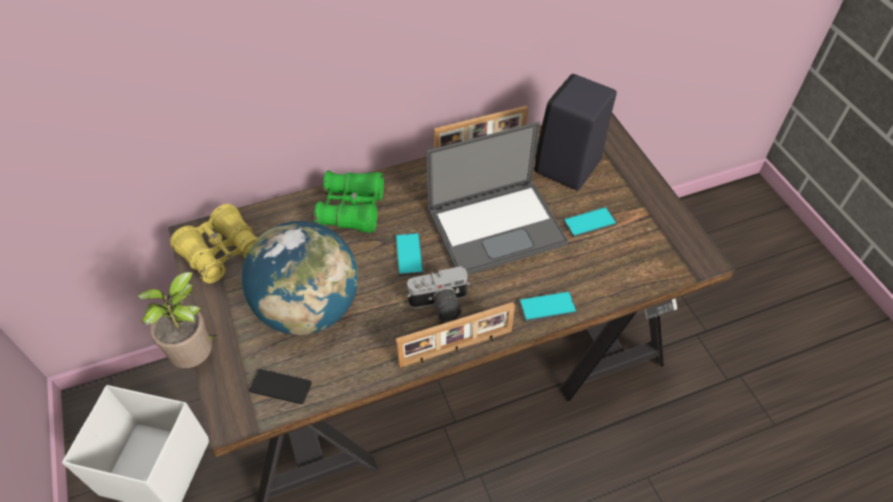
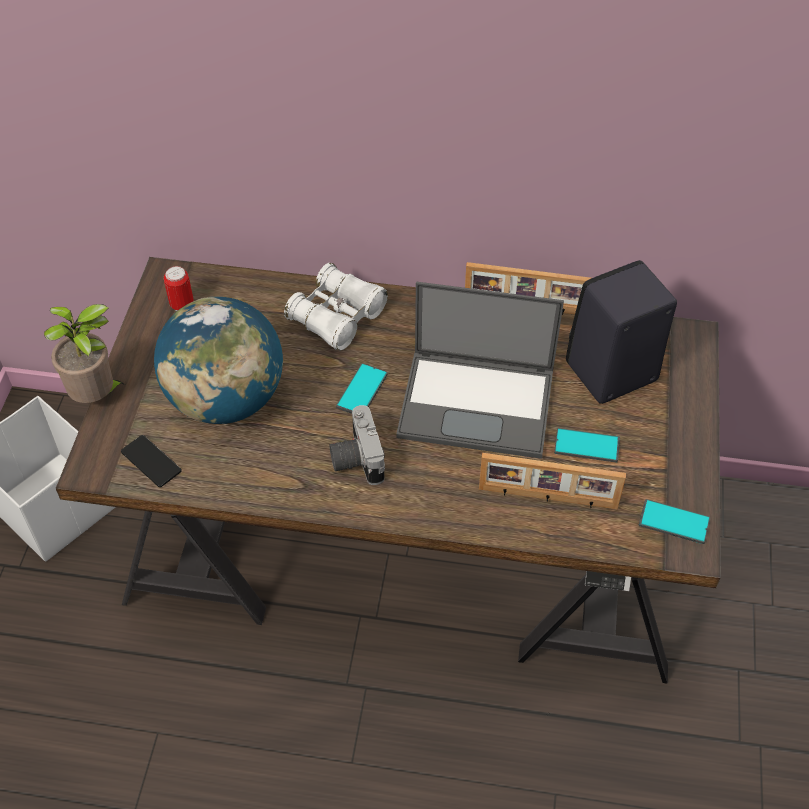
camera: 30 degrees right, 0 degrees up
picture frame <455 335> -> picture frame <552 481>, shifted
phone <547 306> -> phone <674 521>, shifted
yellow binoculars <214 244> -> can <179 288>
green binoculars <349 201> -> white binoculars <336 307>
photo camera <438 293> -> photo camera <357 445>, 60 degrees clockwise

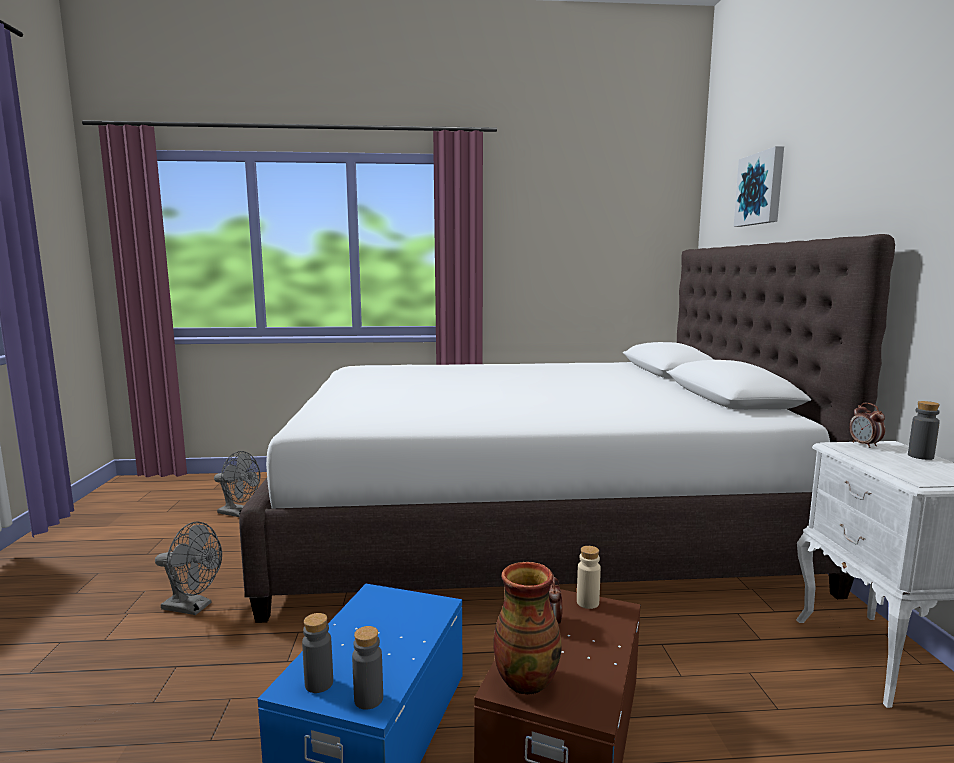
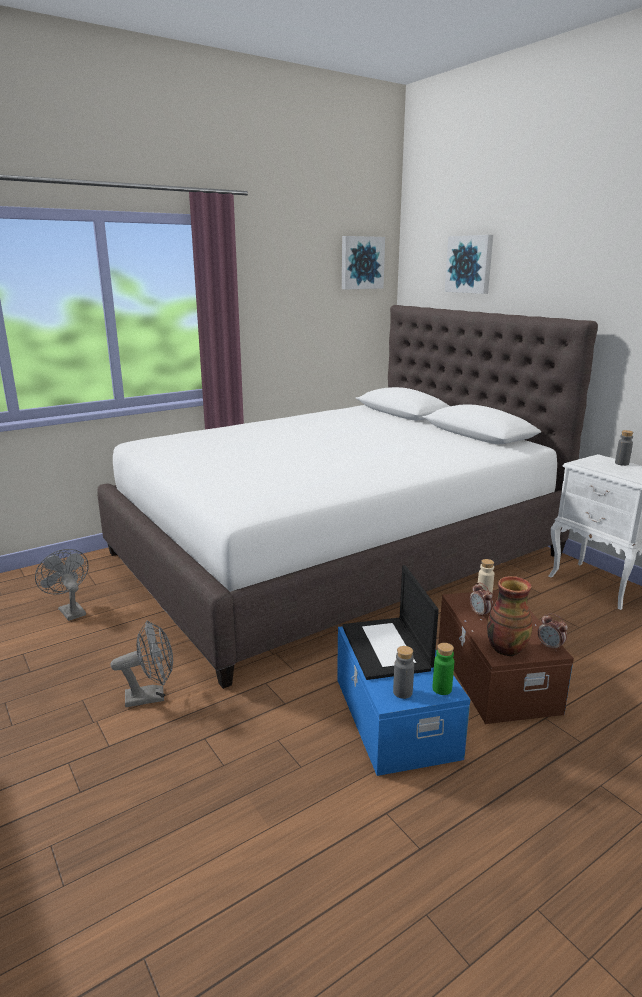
camera: 30 degrees left, 10 degrees up
none -> picture <363 262>
none -> laptop <390 622>
alarm clock <867 425> -> alarm clock <553 632>, shifted
grey bottle <367 668> -> green bottle <443 669>
grey fan <237 484> -> grey fan <62 585>, 120 degrees counterclockwise

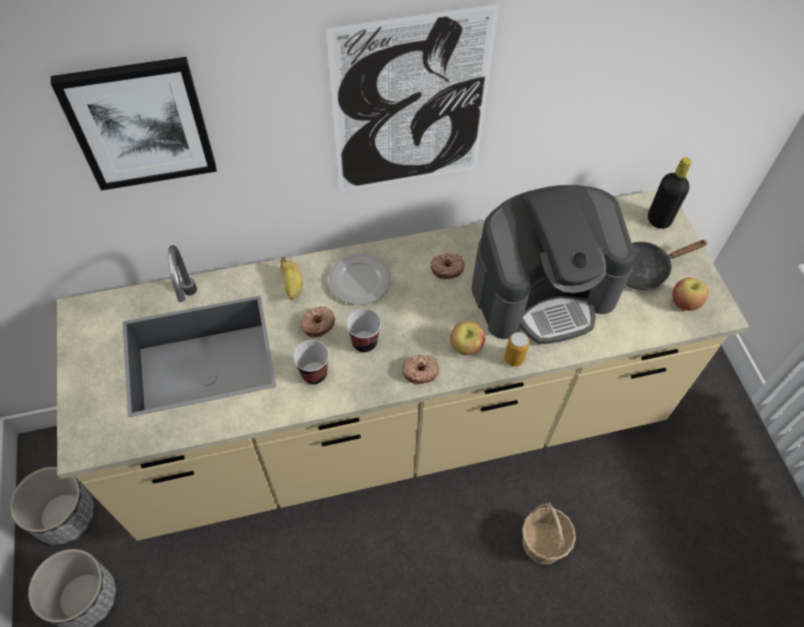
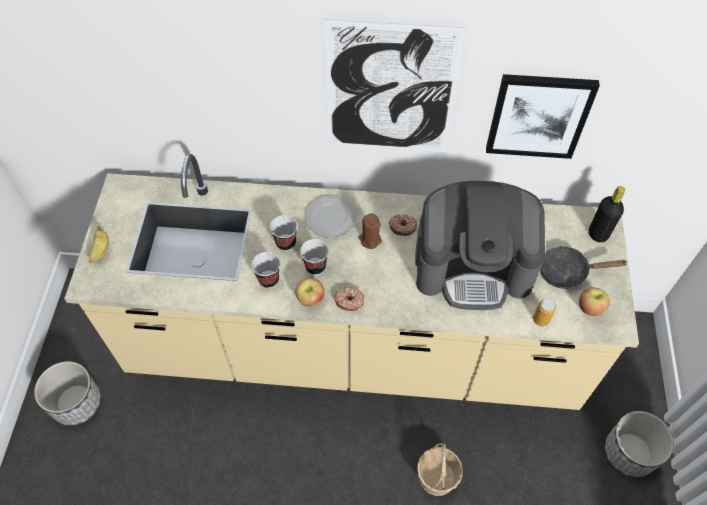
camera: 20 degrees right, 0 degrees up
none -> brown candle <370 231>
planter <52 506> -> planter <639 444>, shifted
picture <134 124> -> picture <543 116>, shifted
banana <292 278> -> banana <98 244>, shifted
apple <467 338> -> apple <310 292>, shifted
can <516 349> -> can <544 312>, shifted
donut <317 321> -> cup <283 233>

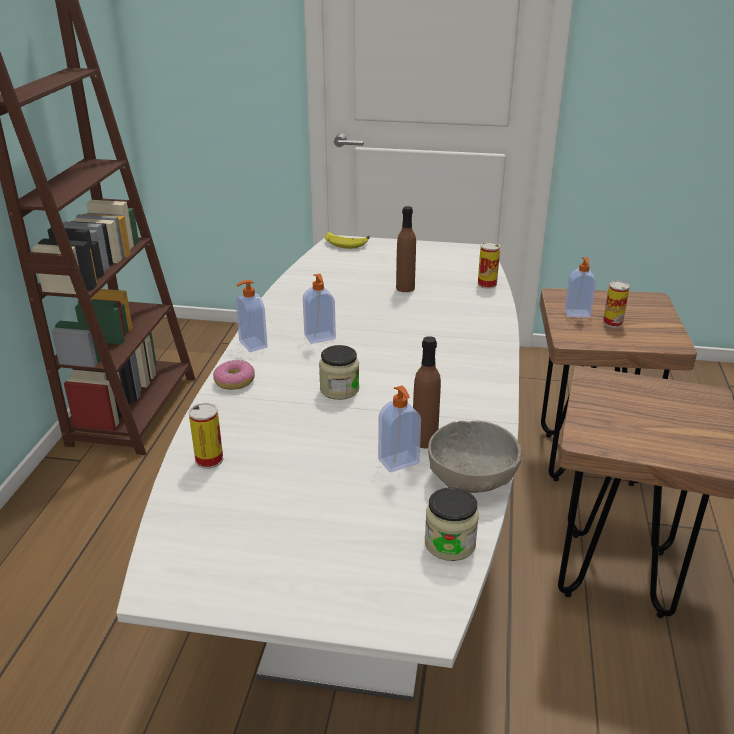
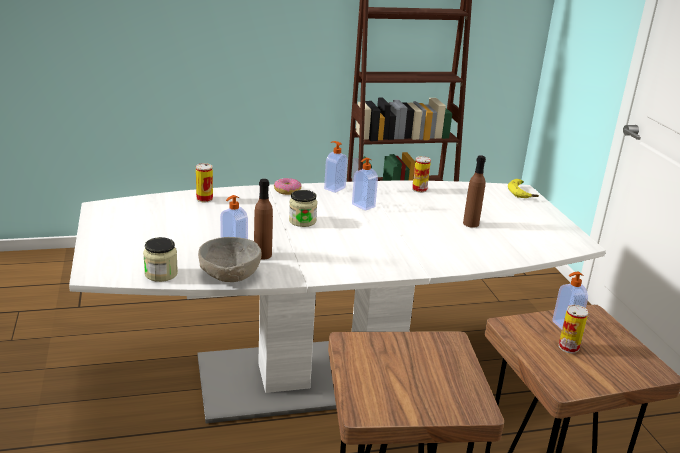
camera: 65 degrees right, 5 degrees down
can <489 265> -> can <421 174>, shifted

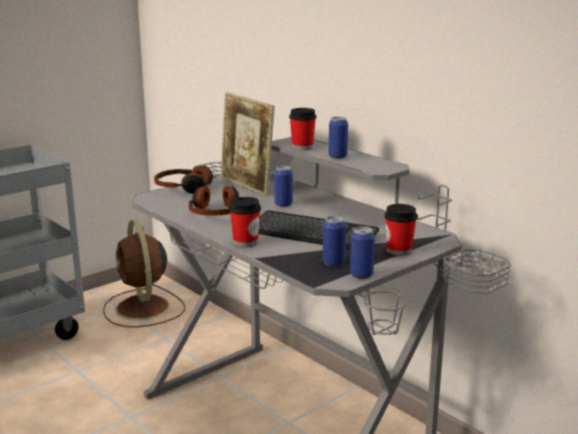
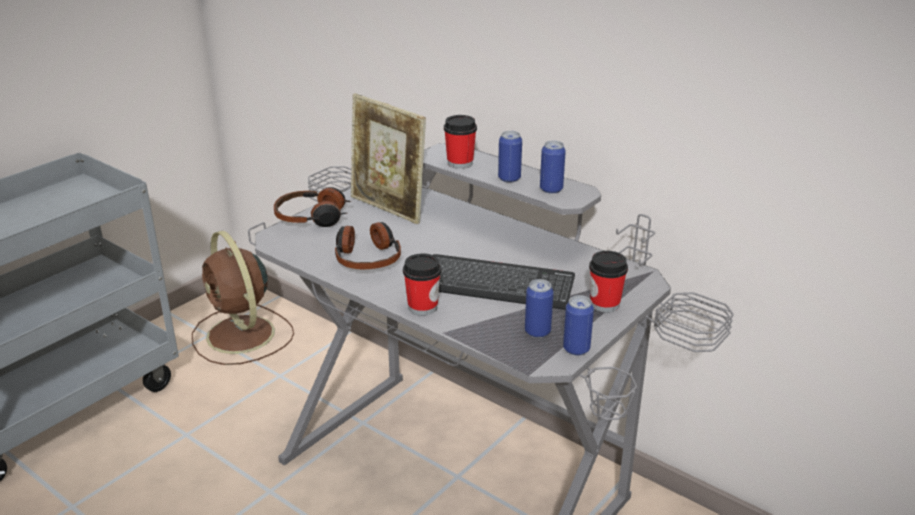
camera: 10 degrees left, 10 degrees up
can <283 186> -> can <553 167>, shifted

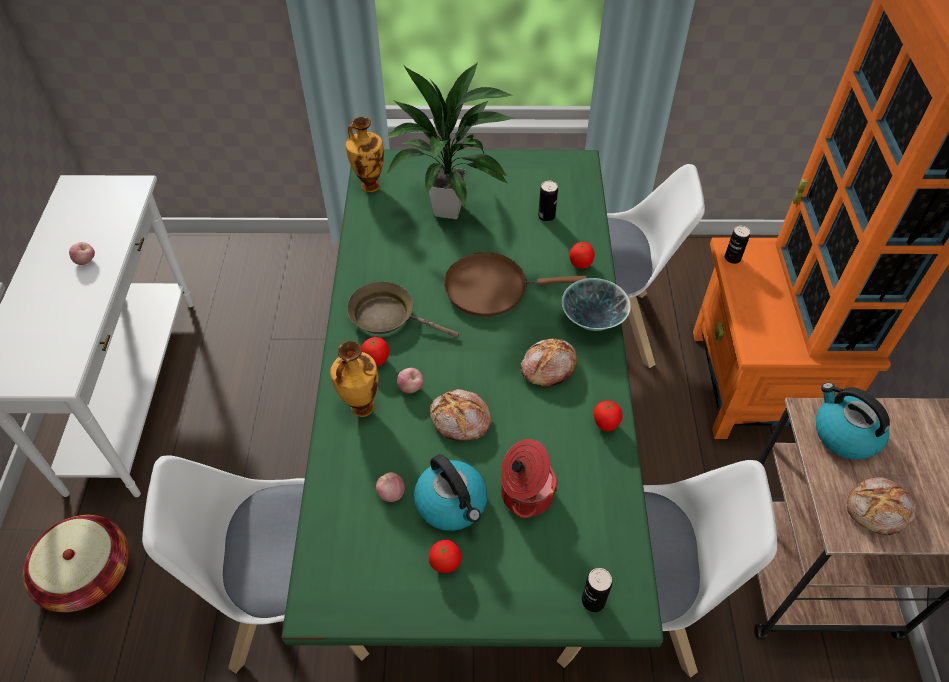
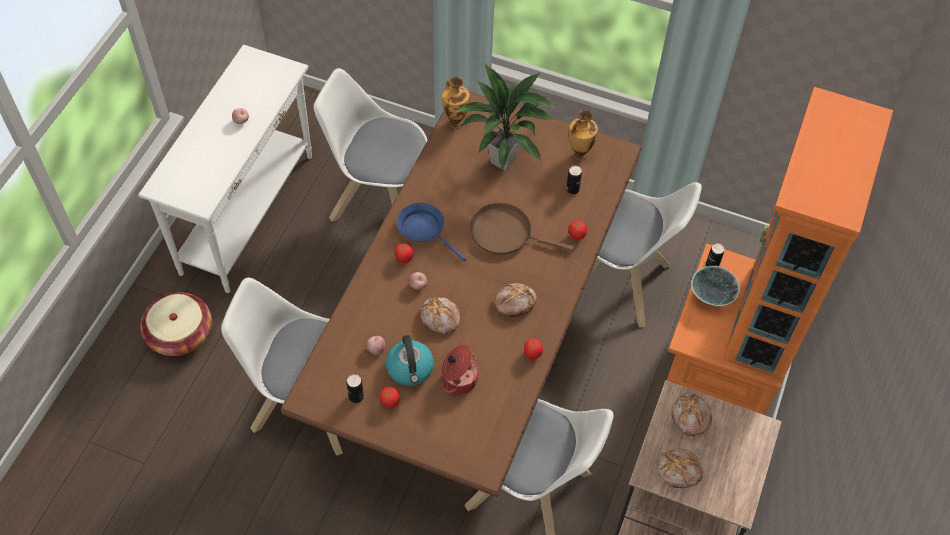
camera: 20 degrees right, 5 degrees up
none -> chair <371 145>
vase <354 379> -> vase <583 135>, shifted
bowl <596 304> -> bowl <715 286>, shifted
can <597 590> -> can <355 388>, shifted
kettle <853 421> -> bread <691 414>
green dining table <473 398> -> brown dining table <461 294>
brown frying pan <403 309> -> blue frying pan <431 232>

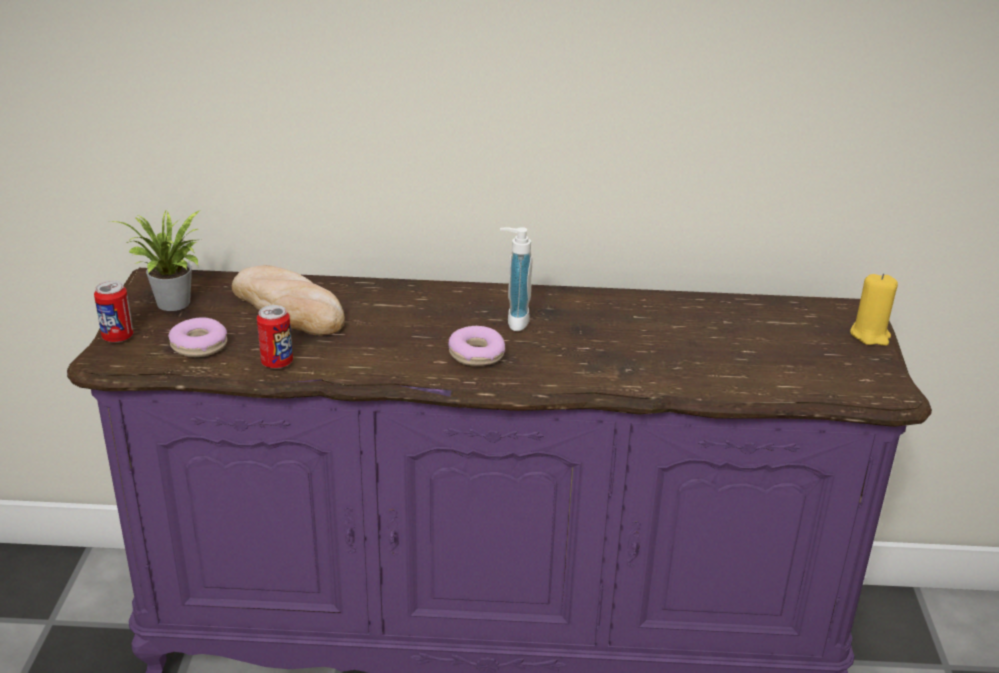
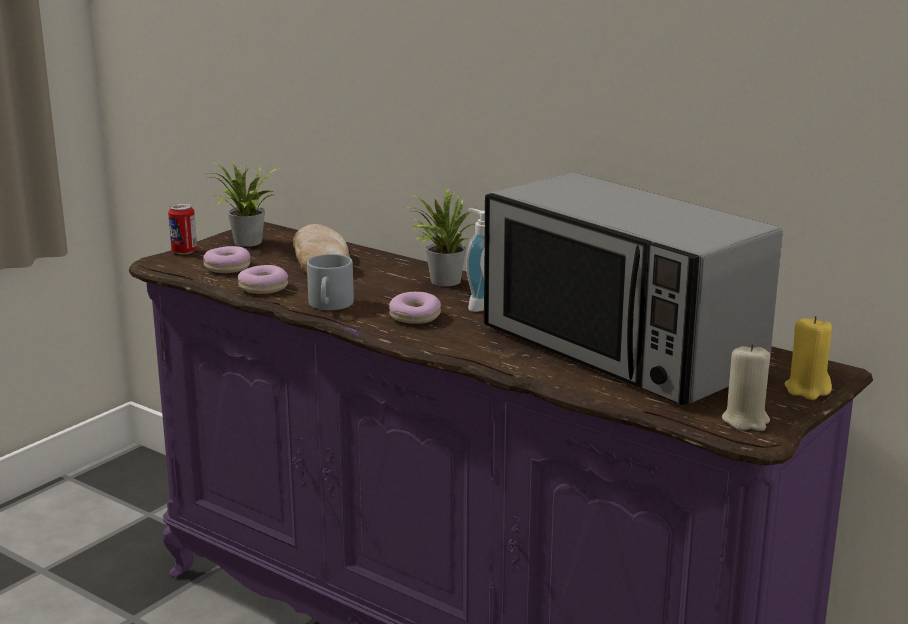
camera: 35 degrees right, 10 degrees down
none -> grey mug <330 282>
none -> potted plant <440 237>
none -> microwave <633 289>
none -> beige candle <746 387>
can <275 337> -> donut <263 279>

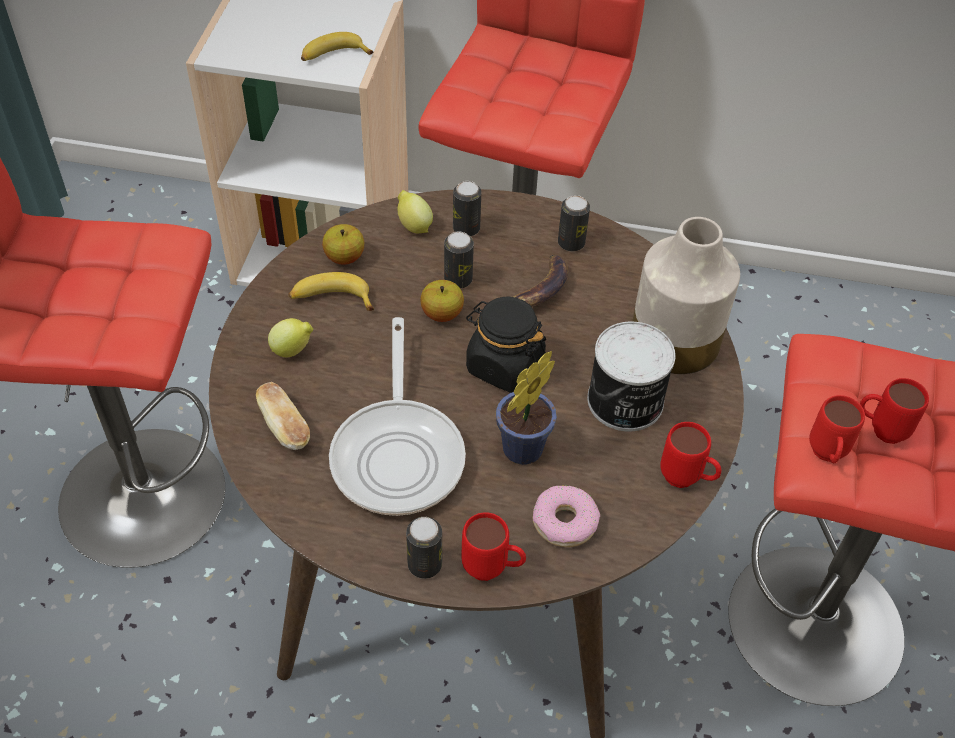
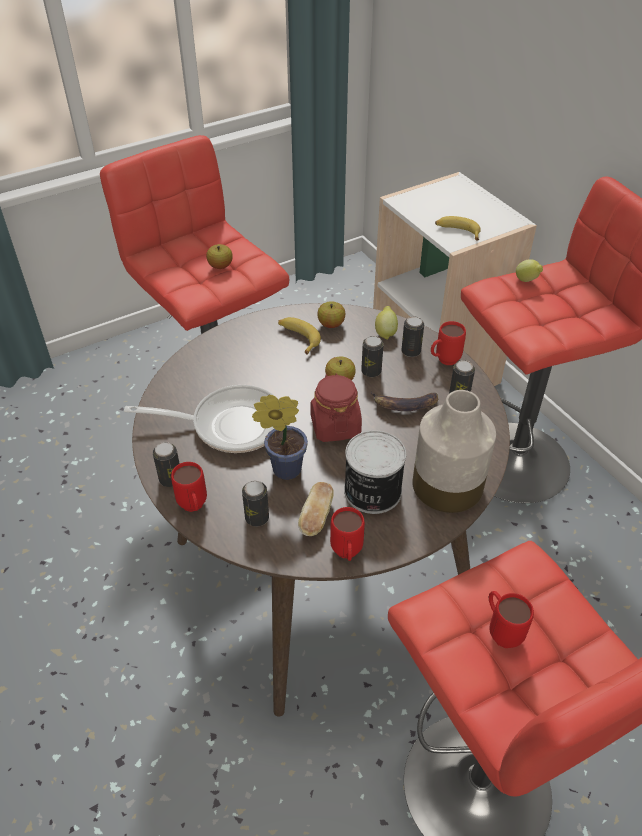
camera: 50 degrees right, 5 degrees down
none -> apple <219 256>
bread <283 416> -> bread <316 509>, shifted
lemon <290 337> -> lemon <529 270>, shifted
red mug <837 429> -> red mug <448 343>, shifted
donut <566 516> -> can <255 504>
black jar <506 345> -> red jar <336 407>
frying pan <397 416> -> frying pan <201 419>, 135 degrees counterclockwise

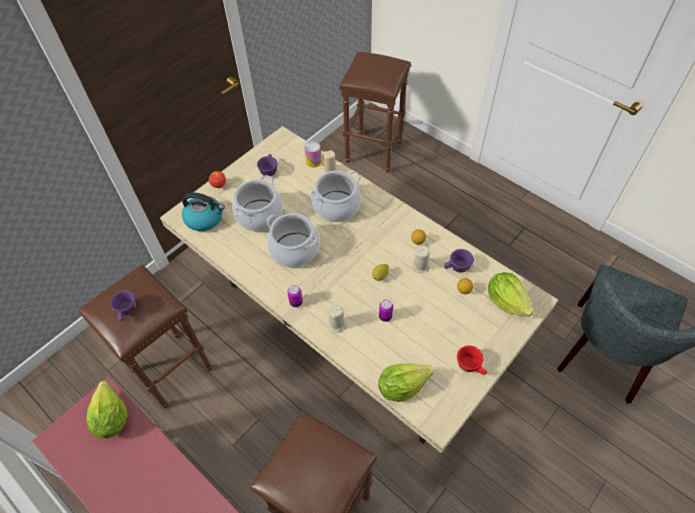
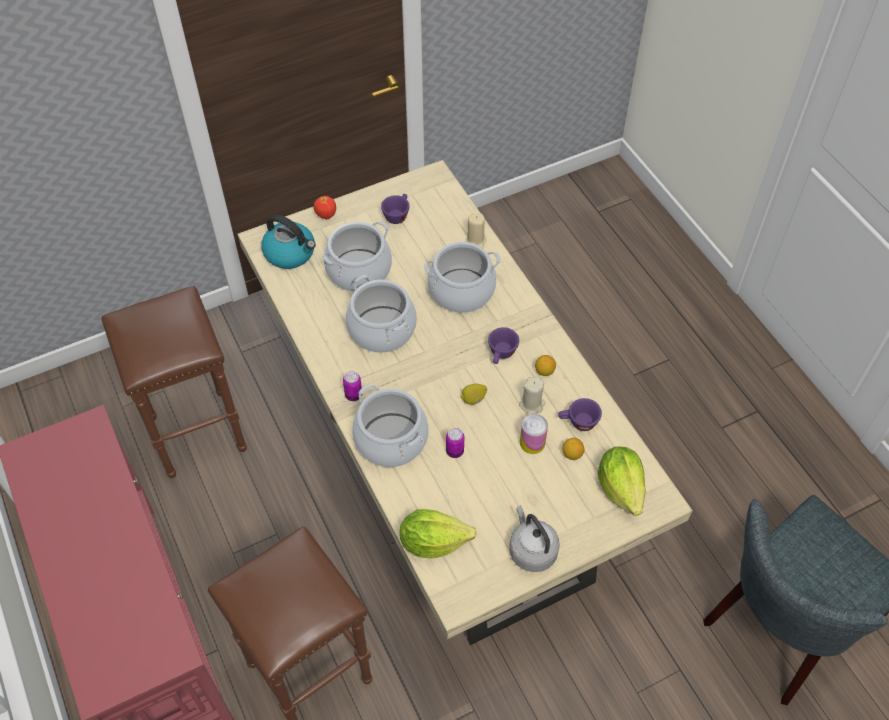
camera: 20 degrees right, 0 degrees up
lettuce <107 409> -> none
brown stool <375 112> -> none
purple cup <123 305> -> purple cup <503 345>, shifted
can <313 154> -> can <534 434>, shifted
beige candle <338 318> -> cooking pot <390 425>
red cup <472 360> -> grey kettle <534 538>

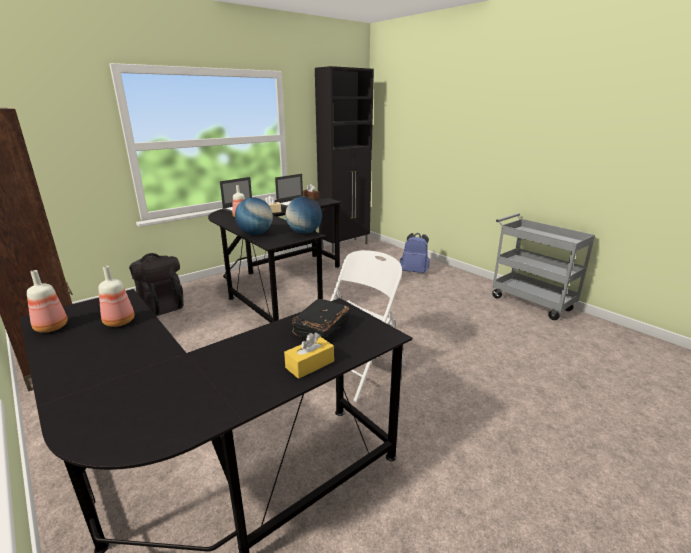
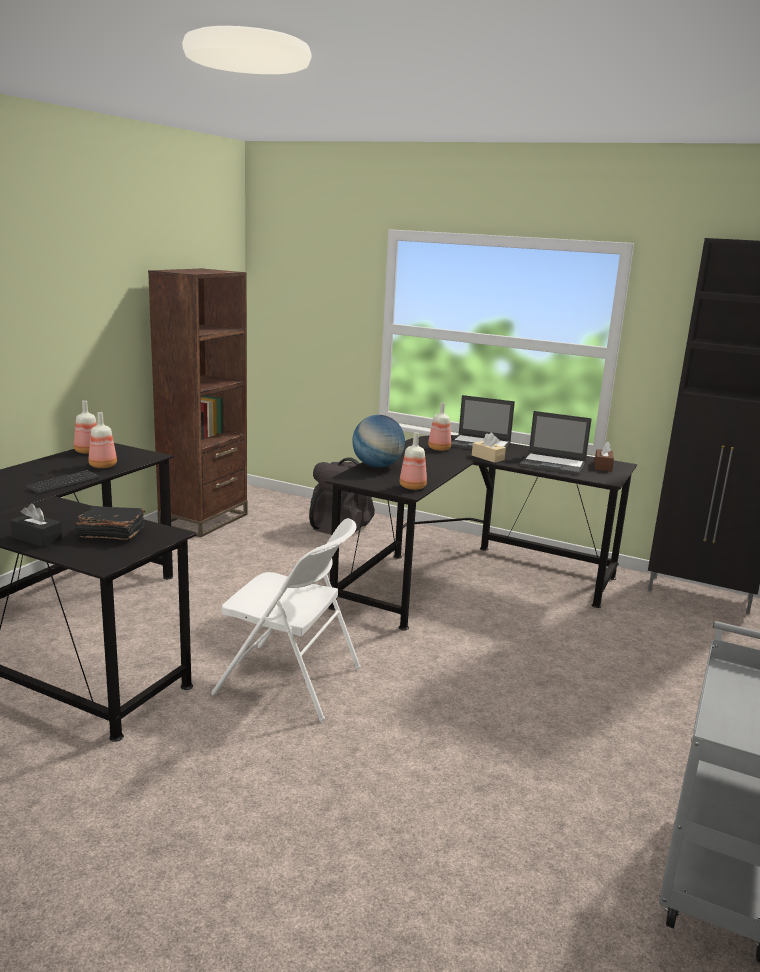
camera: 65 degrees right, 5 degrees down
blue backpack <415 253> -> none
none -> keyboard <63 482>
globe <303 215> -> bottle <413 461>
yellow tissue box <309 355> -> black tissue box <36 525>

